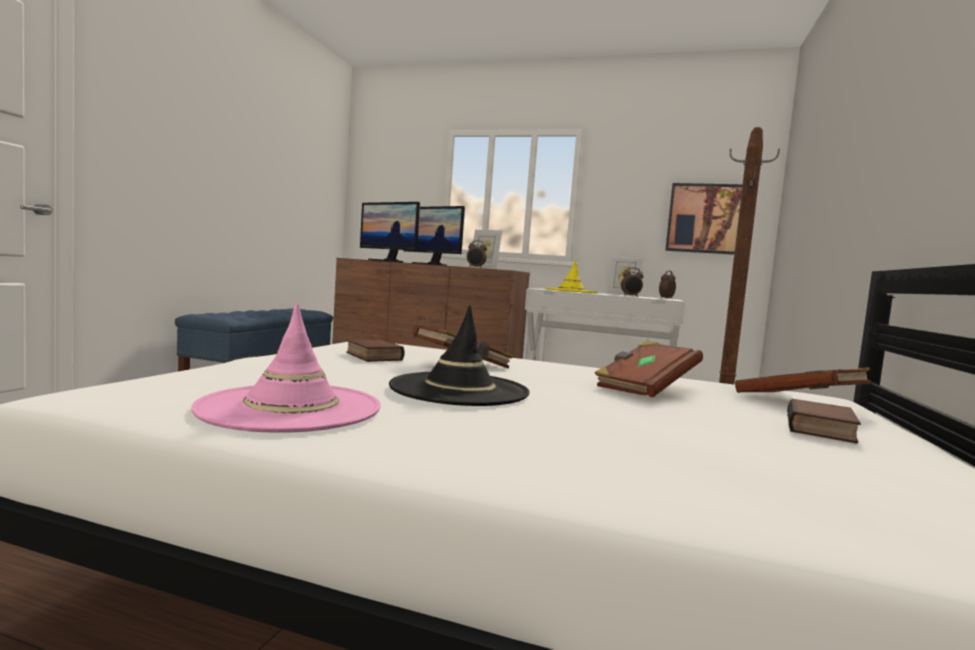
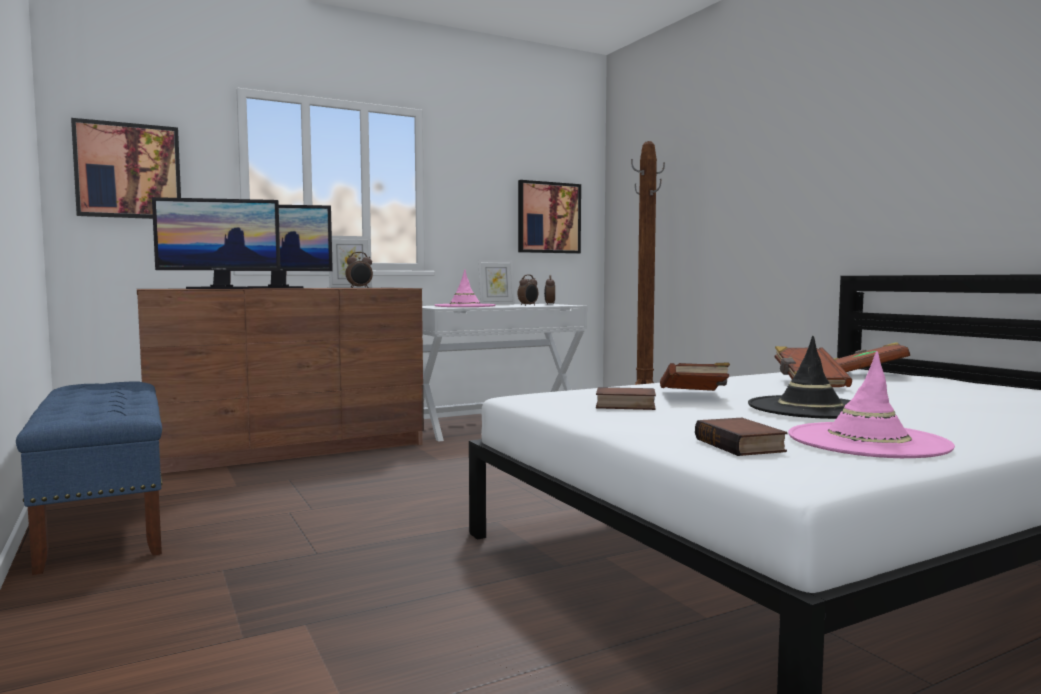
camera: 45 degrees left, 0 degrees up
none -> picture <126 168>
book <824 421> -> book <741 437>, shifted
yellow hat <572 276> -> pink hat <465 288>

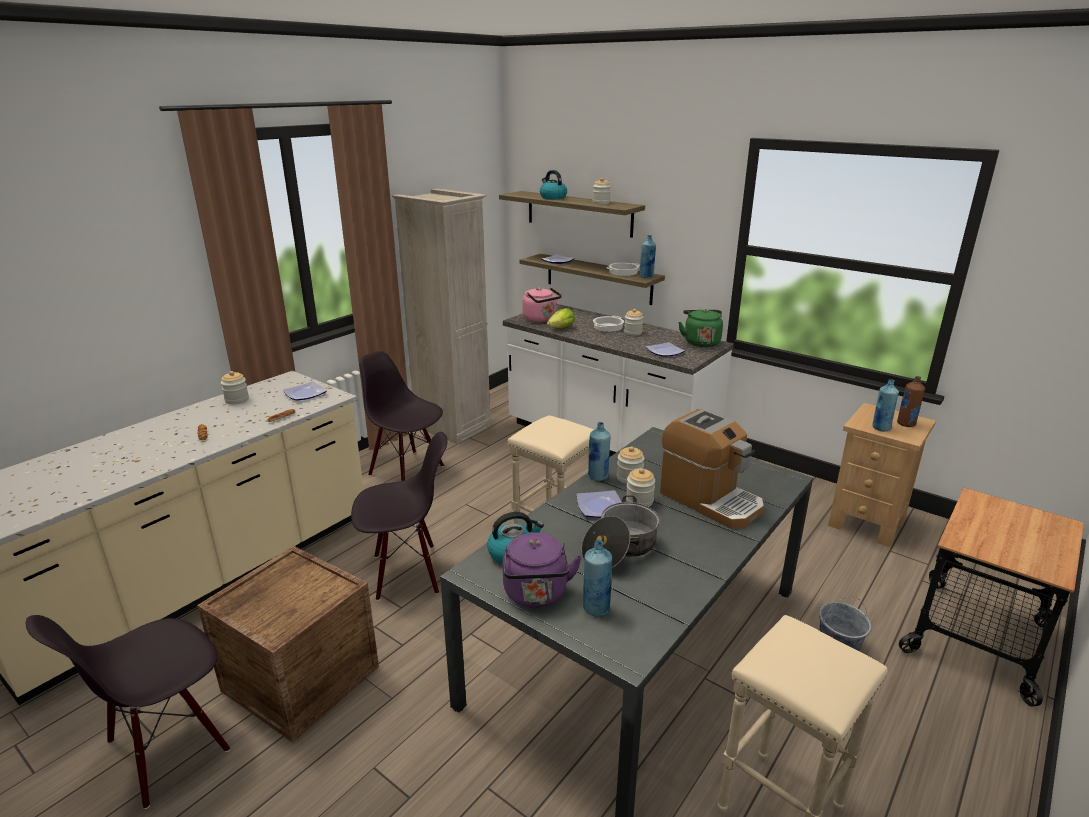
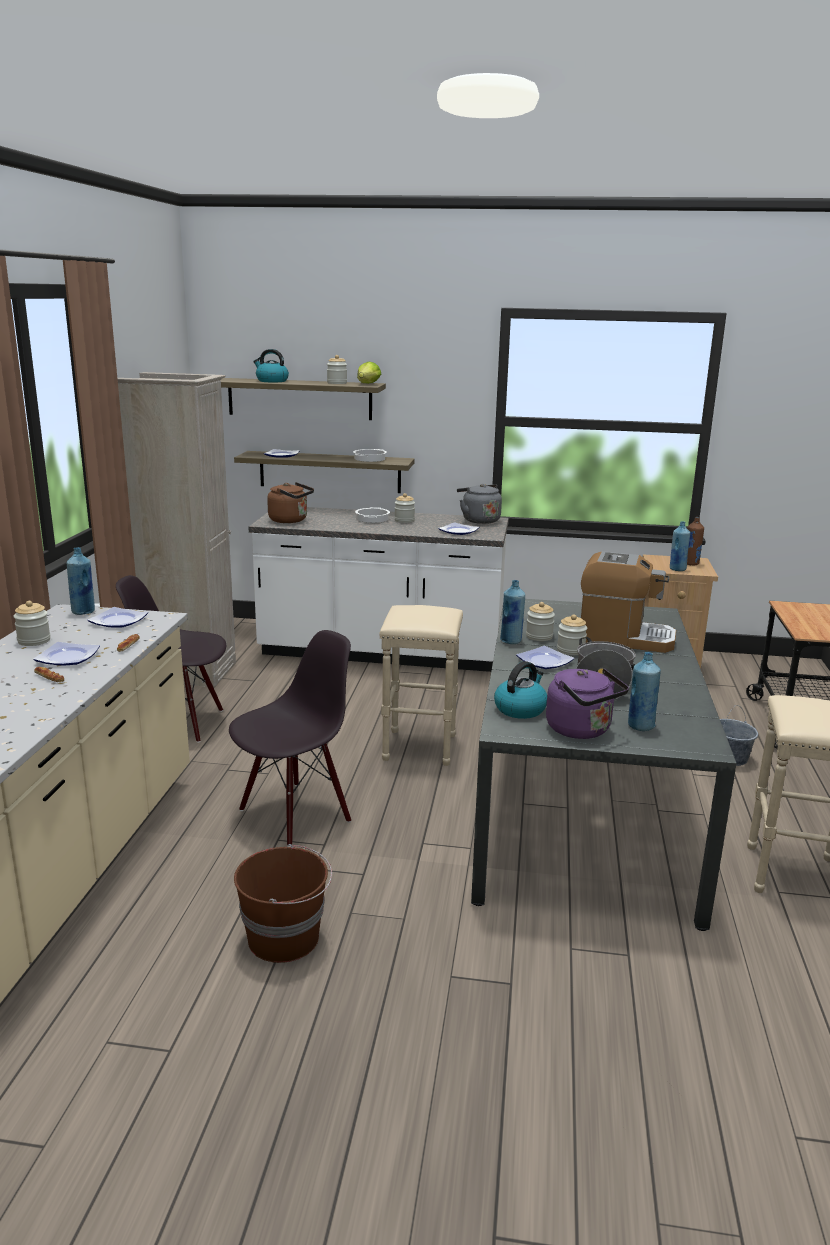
camera: 30 degrees left, 5 degrees down
black chair <128 712> -> none
none -> plate <66 653>
lettuce <561 318> -> lettuce <369 373>, shifted
blue bottle <648 256> -> blue bottle <81 581>, shifted
crate <288 644> -> brown bucket <283 903>
pink kettle <542 304> -> brown kettle <290 502>
green kettle <700 328> -> grey kettle <479 504>

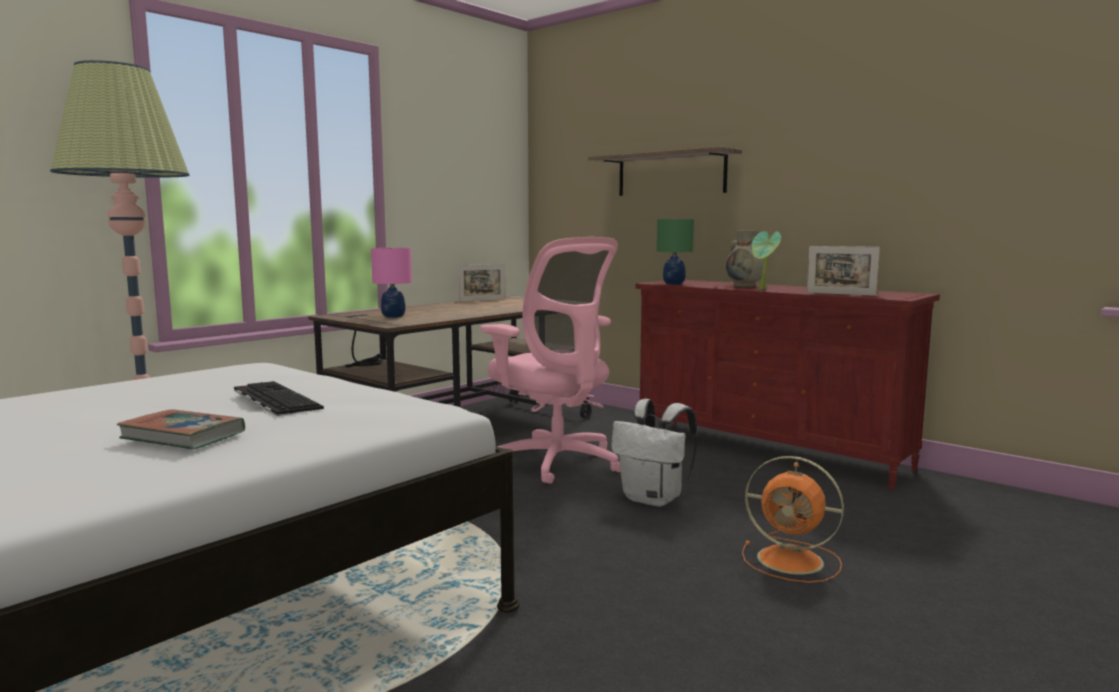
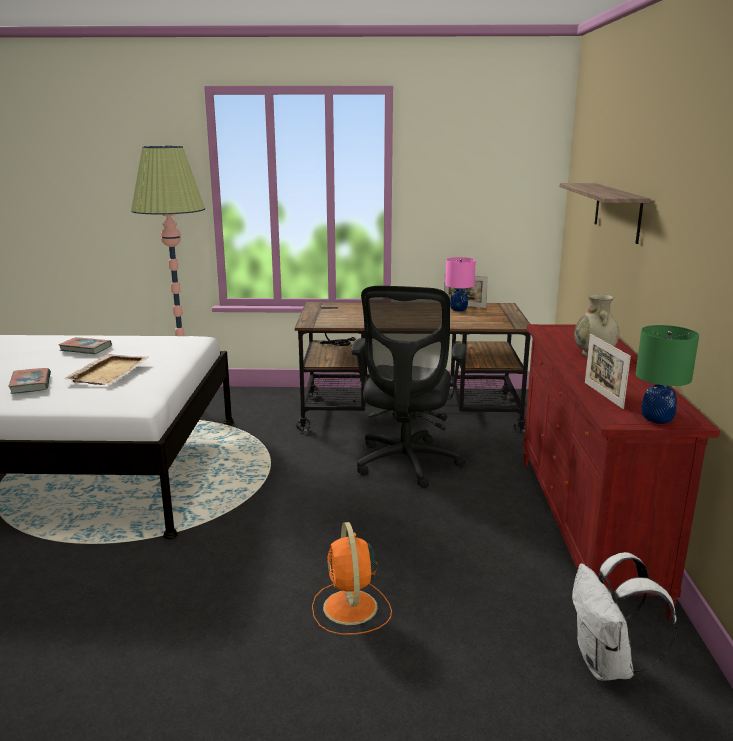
camera: 50 degrees right, 10 degrees up
potted plant <766 260> -> none
none -> book <85 345>
pink table lamp <391 282> -> pink table lamp <460 284>, shifted
white backpack <654 453> -> white backpack <624 616>, shifted
green table lamp <675 251> -> green table lamp <667 374>, shifted
keyboard <279 398> -> beige tray <106 369>
pink office chair <550 360> -> black office chair <409 387>

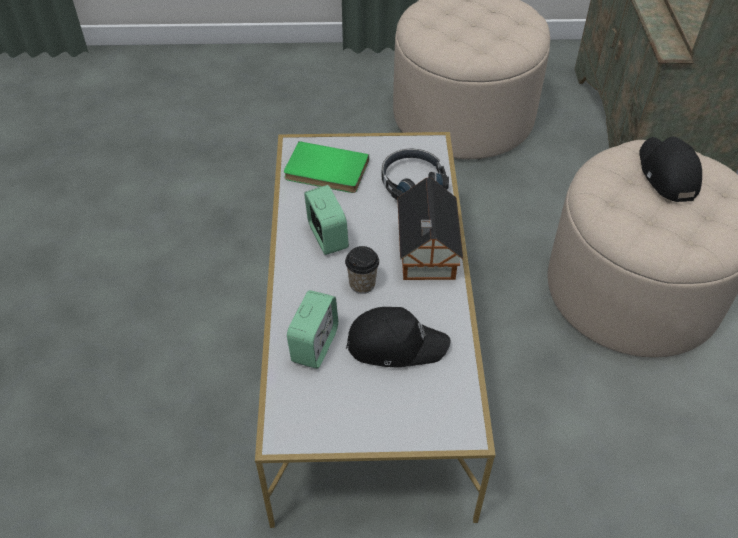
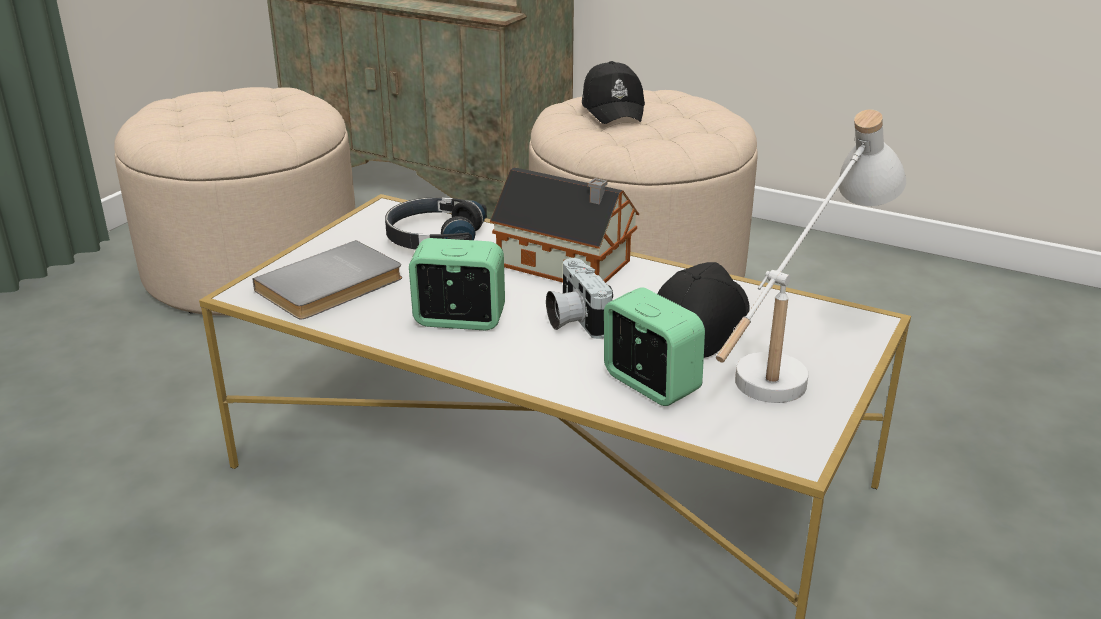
camera: 60 degrees left, 20 degrees down
none -> white table lamp <811 256>
cup <362 270> -> photo camera <579 298>
green book <326 167> -> grey book <327 279>
black cap <670 169> -> black cap <613 92>, 120 degrees counterclockwise

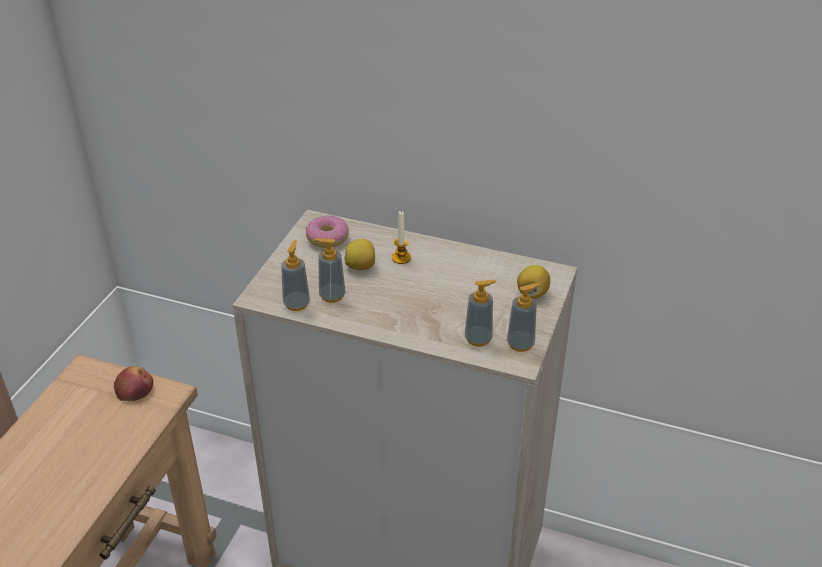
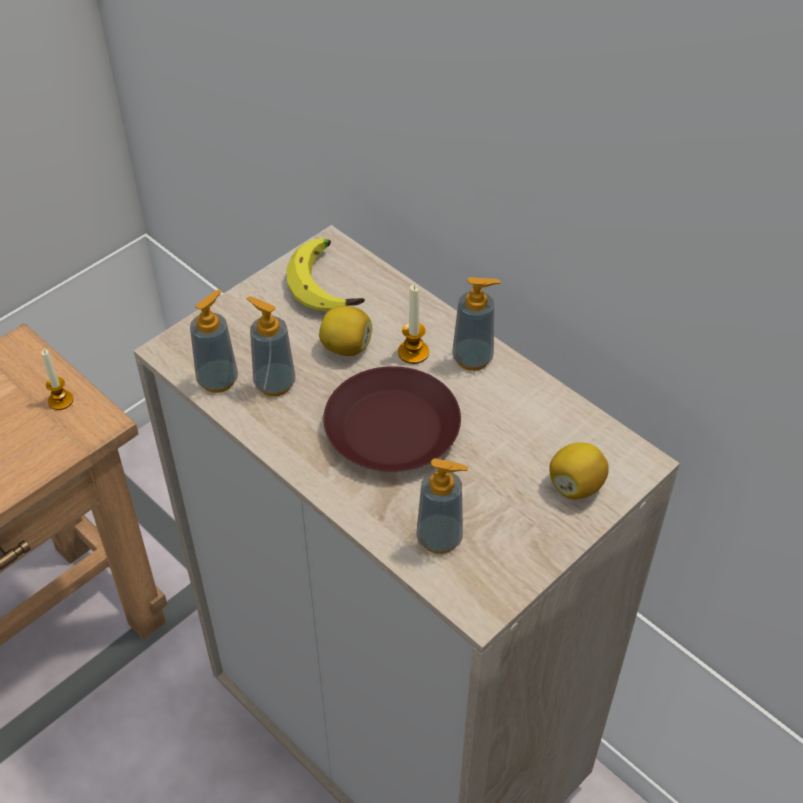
camera: 25 degrees right, 10 degrees up
none -> brown plate <392 419>
soap dispenser <523 317> -> soap dispenser <476 324>, shifted
apple <133 383> -> candle <57 379>
donut <327 231> -> banana <325 274>

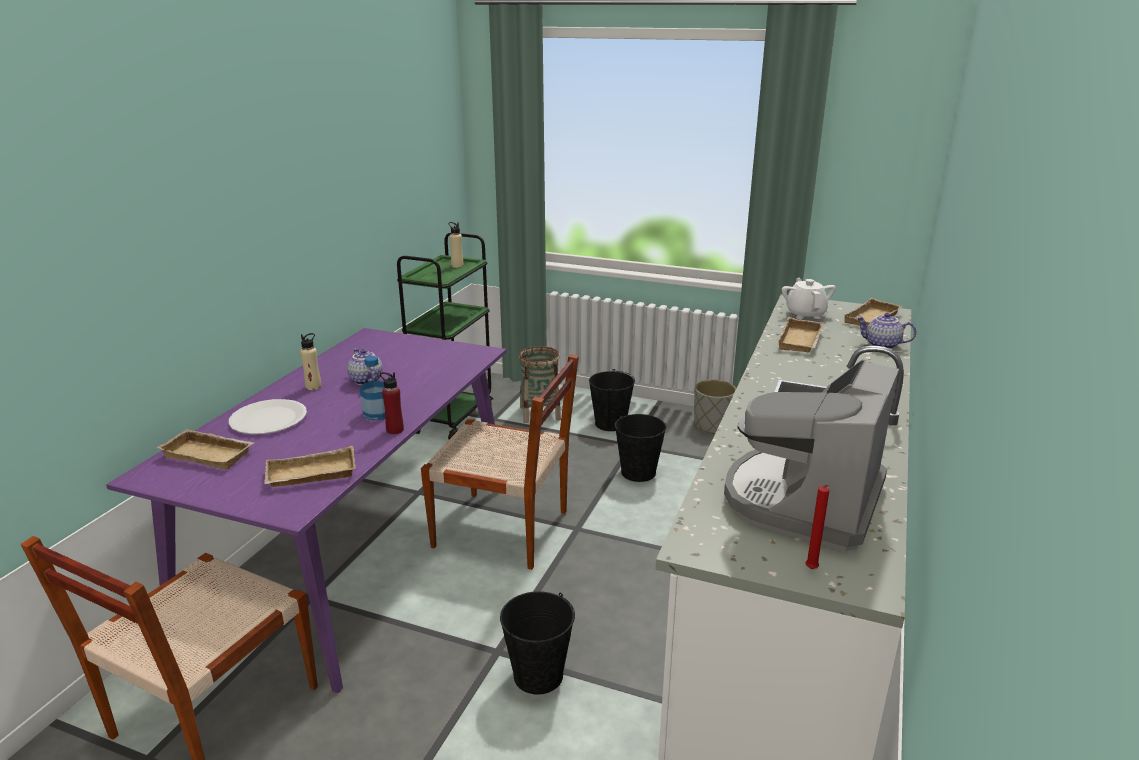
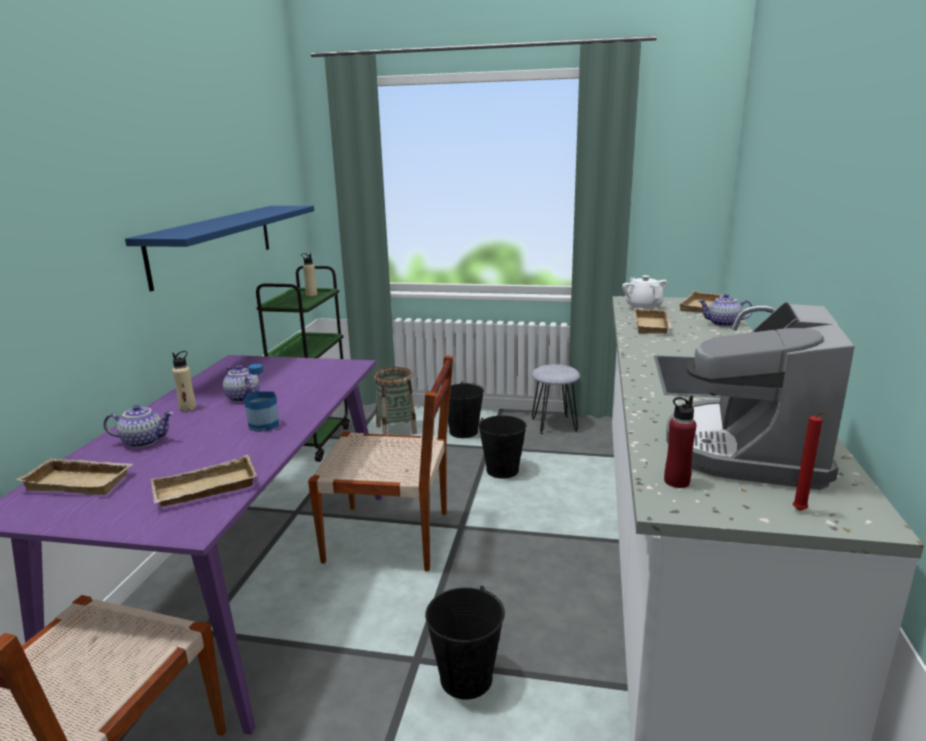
camera: 10 degrees left, 5 degrees down
none -> blue shelf <219 248>
red bottle <392 403> -> red bottle <680 442>, shifted
white plate <268 416> -> teapot <138 426>
grey planter <715 407> -> grey stool <556 399>

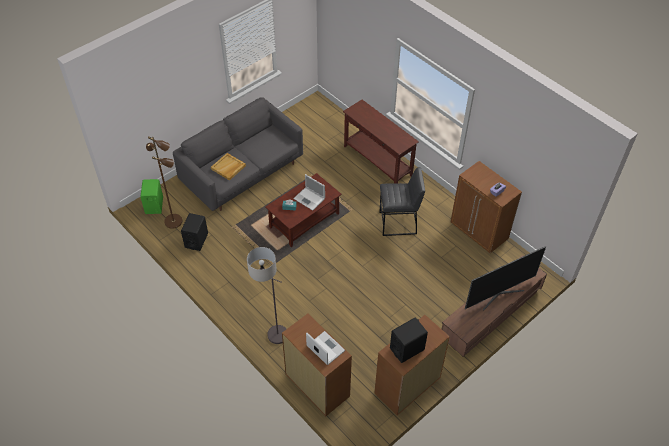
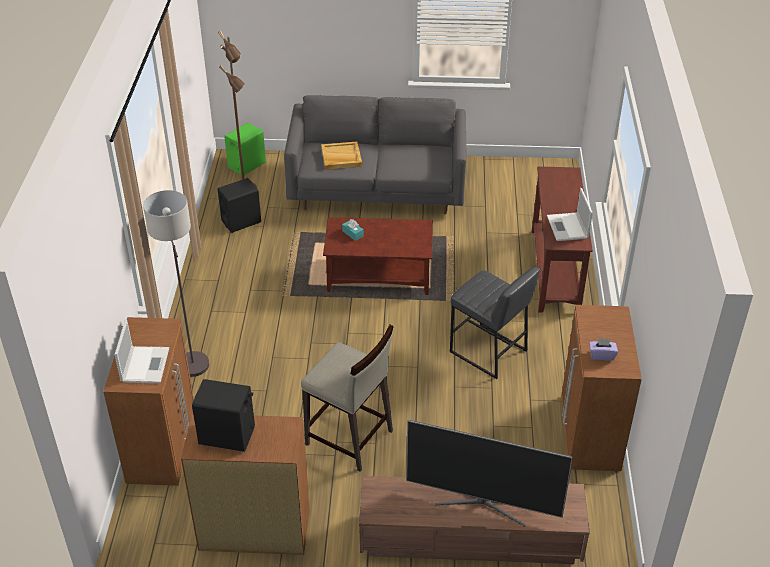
camera: 45 degrees right, 10 degrees down
none -> beige stool <347 398>
laptop <309 192> -> laptop <570 214>, shifted

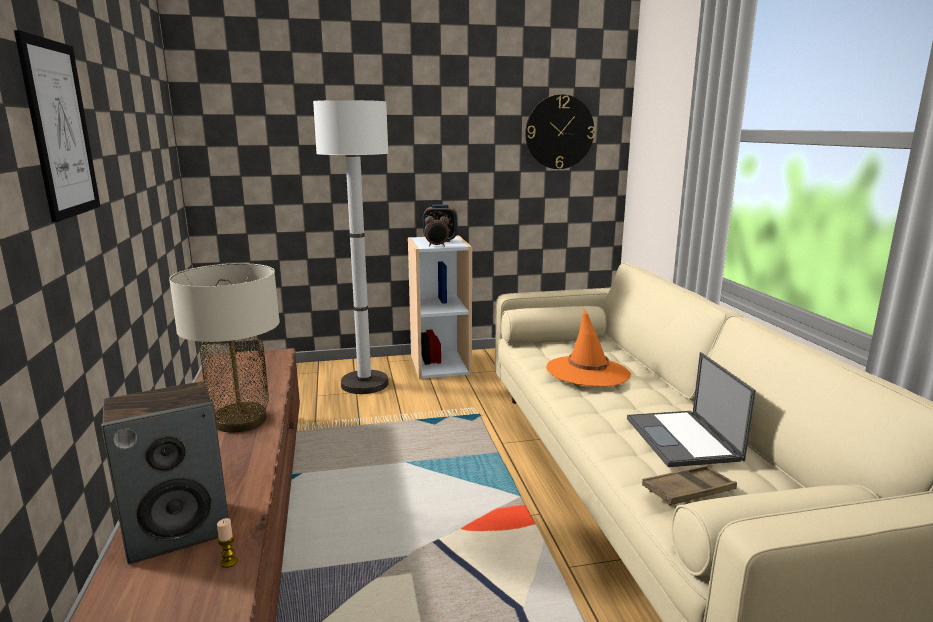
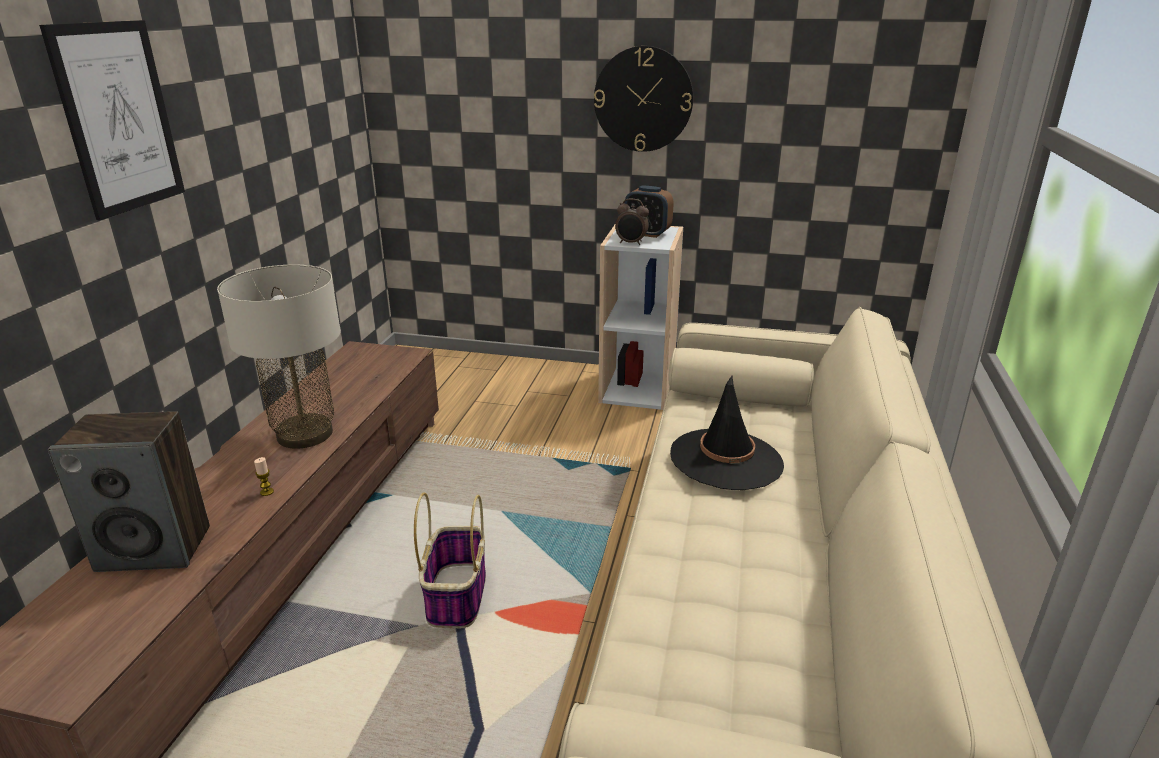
camera: 25 degrees right, 10 degrees up
white floor lamp <351 247> -> none
laptop <691 409> -> none
brown tray <689 485> -> none
none -> basket <450 560>
candle <227 543> -> candle <264 476>, shifted
wall clock <560 131> -> wall clock <643 99>, shifted
orange hat <588 348> -> black hat <727 432>

